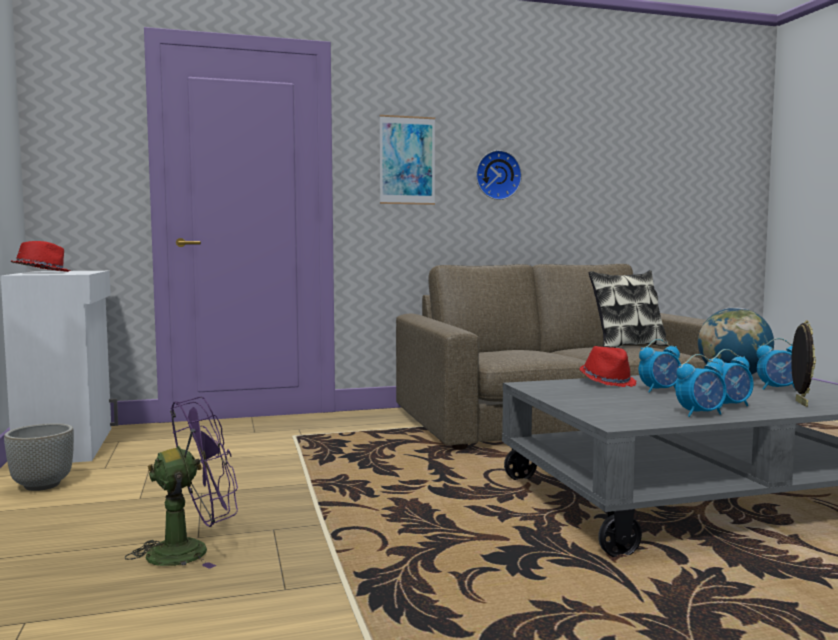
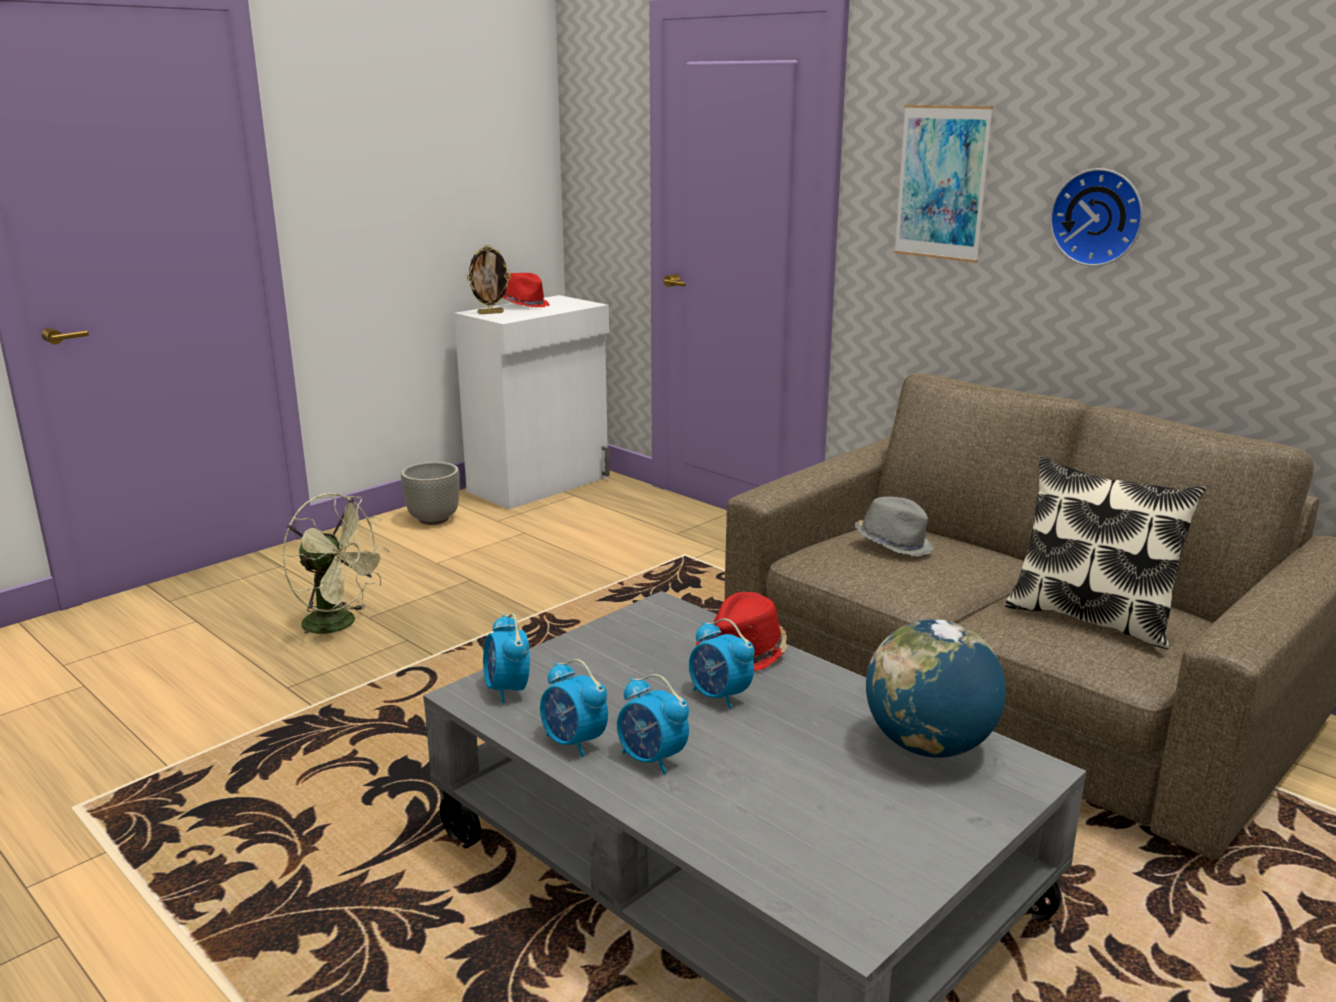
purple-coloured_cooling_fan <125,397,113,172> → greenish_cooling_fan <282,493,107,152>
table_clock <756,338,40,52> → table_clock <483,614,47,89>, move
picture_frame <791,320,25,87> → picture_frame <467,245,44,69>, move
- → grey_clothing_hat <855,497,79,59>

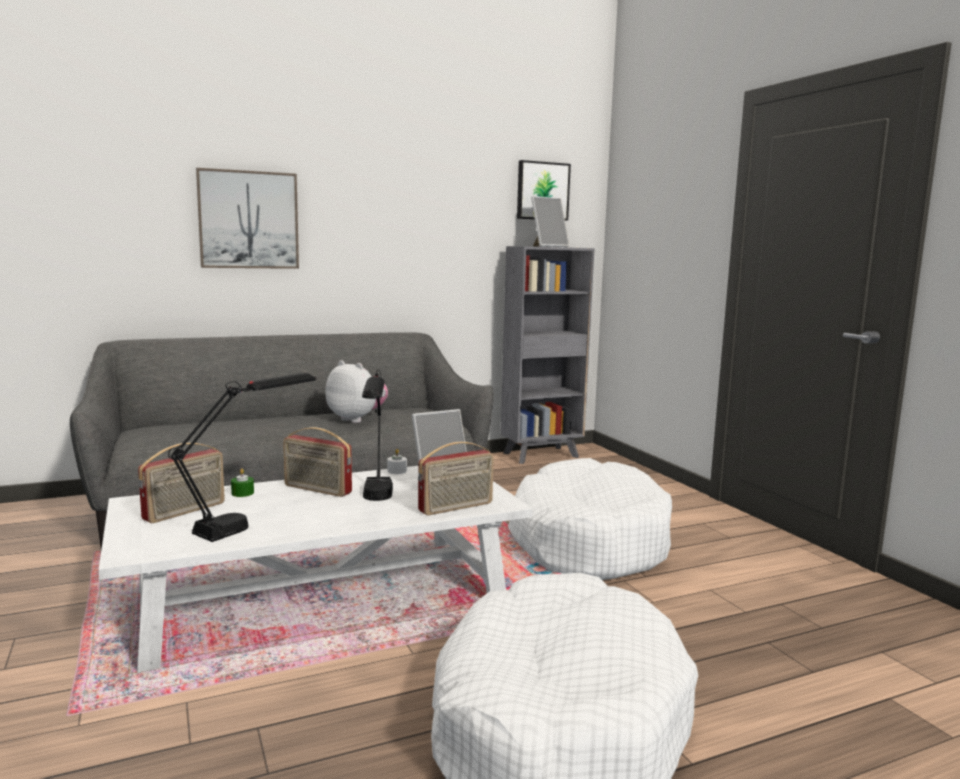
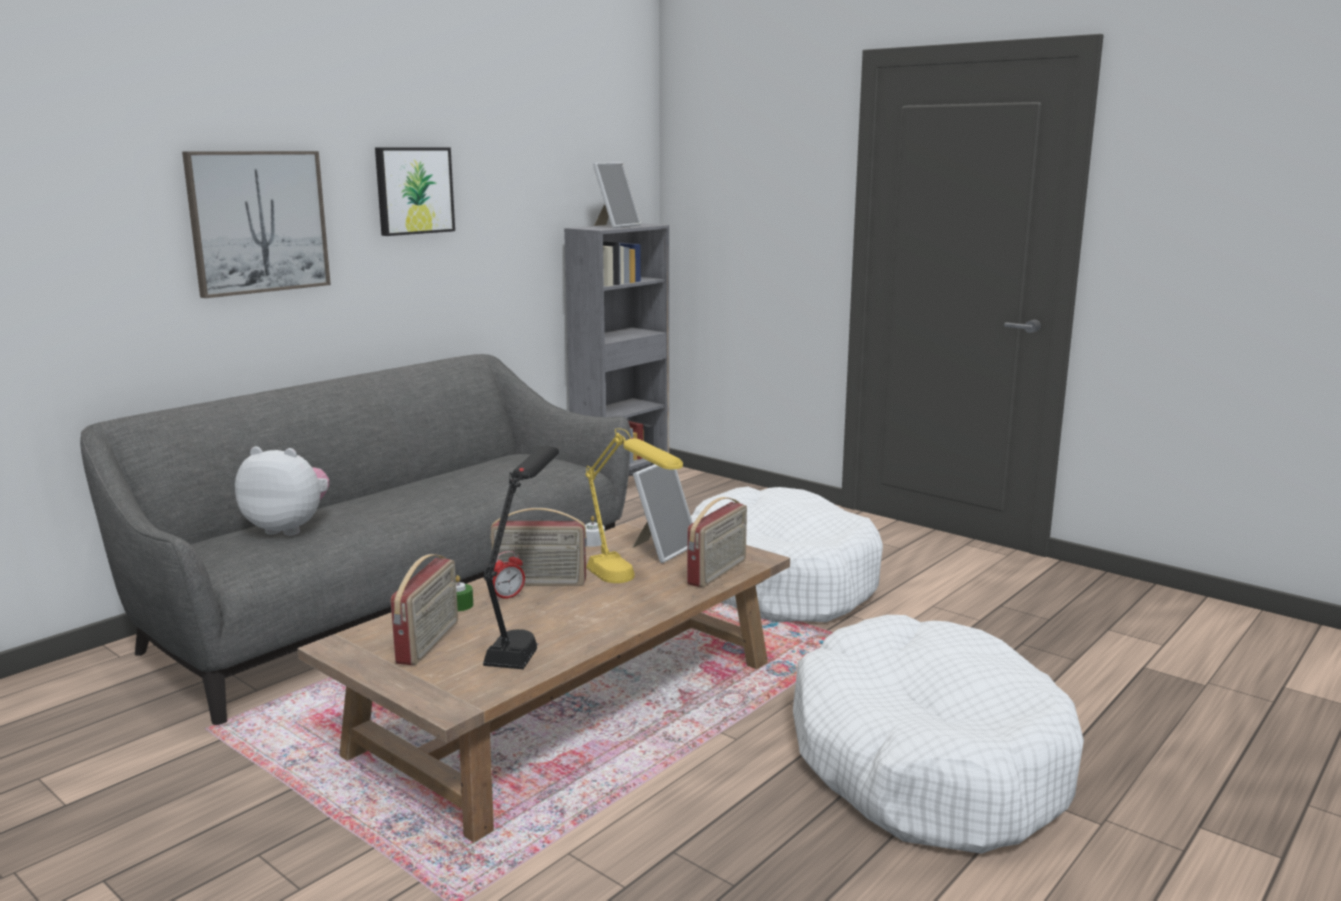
white-coloured_low_table <98,466,435,206> → brown_low_table <297,516,493,326>
plush_toy <325,360,63,63> → plush_toy <235,446,94,90>, move
black-coloured_table_lamp <362,370,31,131> → yellow-coloured_table_lamp <585,428,98,155>
picture <517,160,54,61> → picture <375,147,80,89>, move
- → table_clock <492,551,33,50>

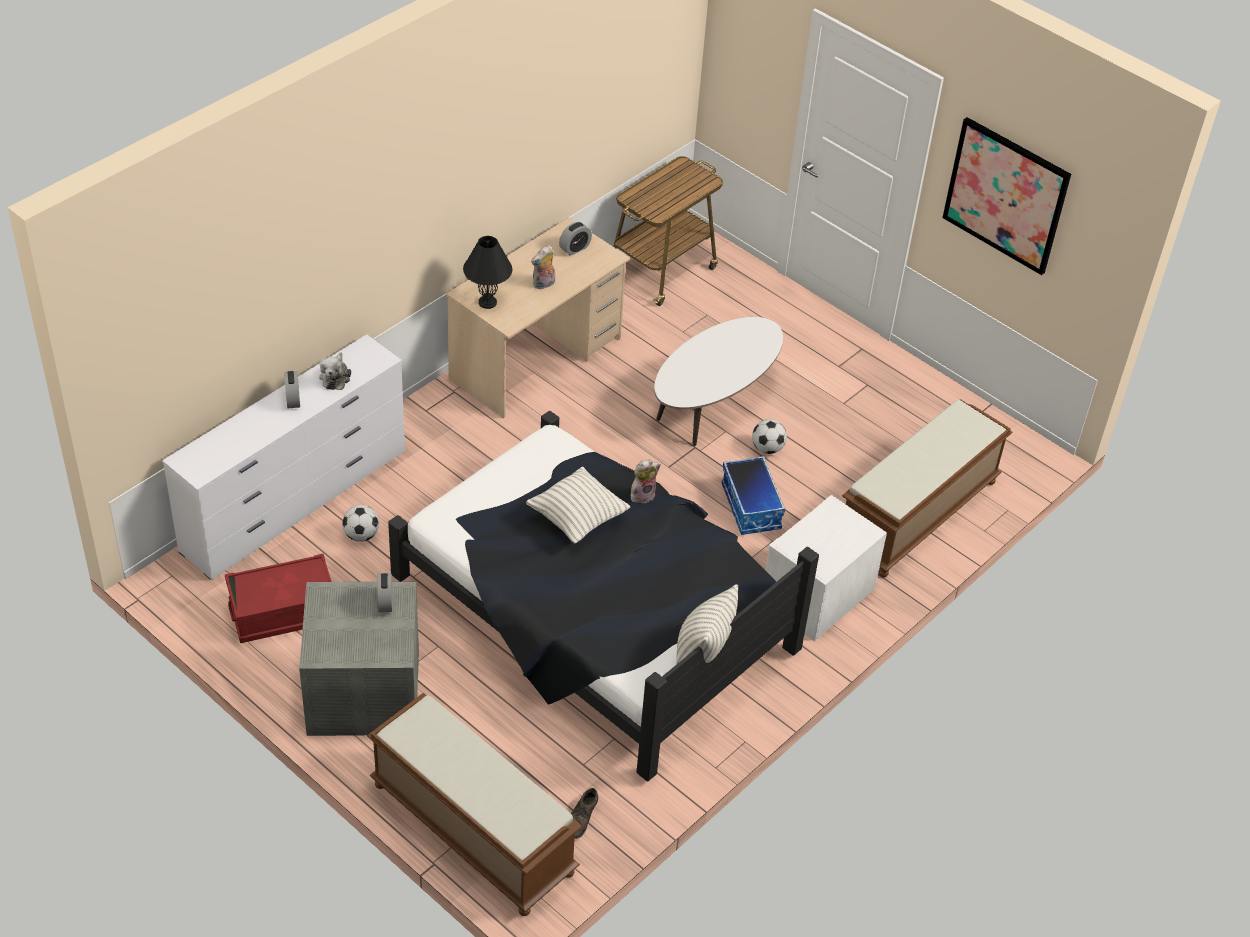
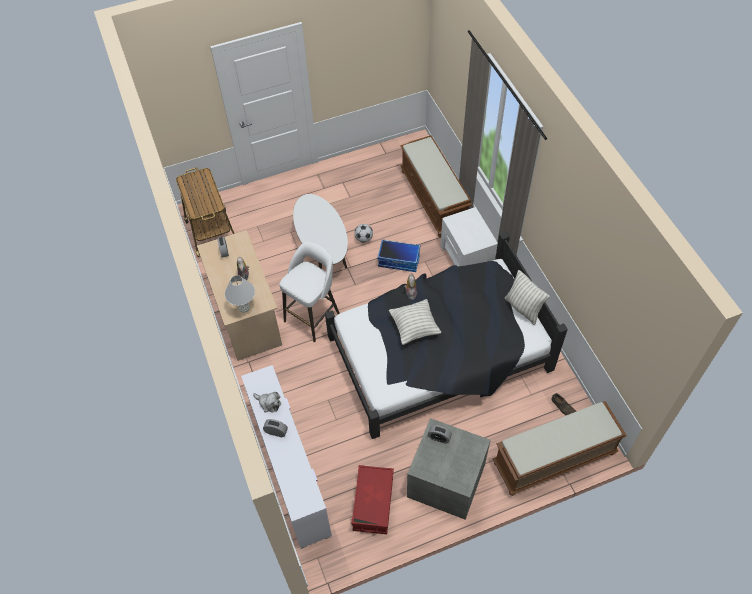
football <342,505,37,37> → -
black-coloured_table_lamp <463,236,49,73> → white-coloured_table_lamp <225,275,30,38>
picture <942,117,129,158> → -
- → white-coloured_stool_seat <279,242,61,100>

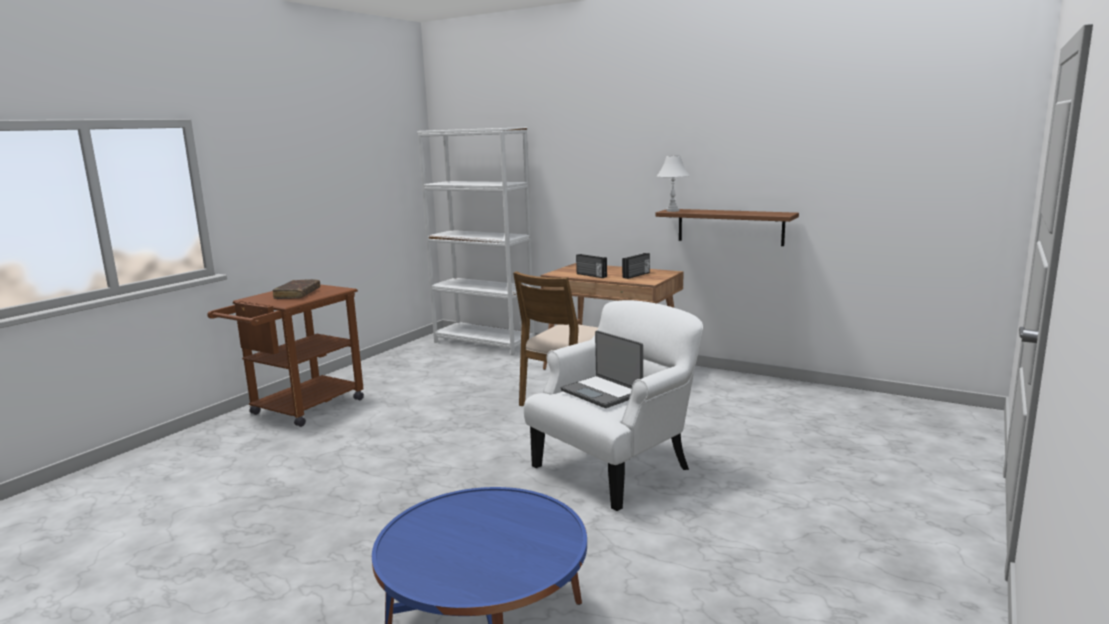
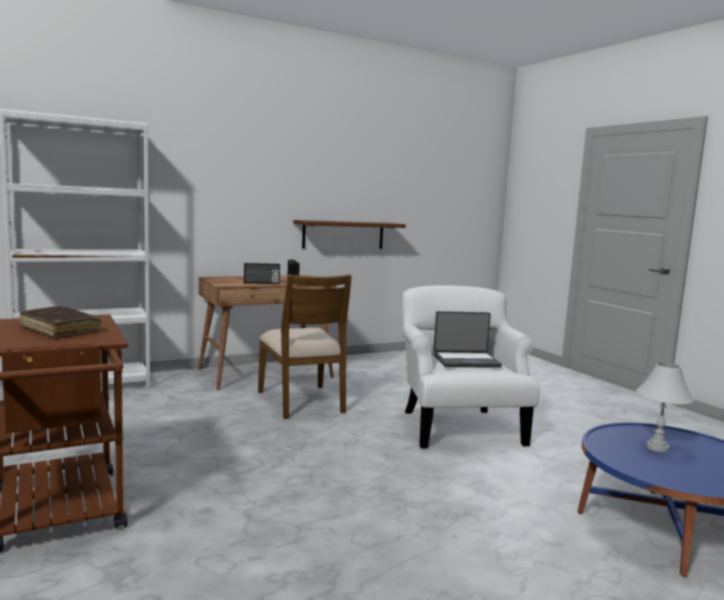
white-coloured_table_lamp <657,156,33,56> → white-coloured_table_lamp <636,363,58,89>, move

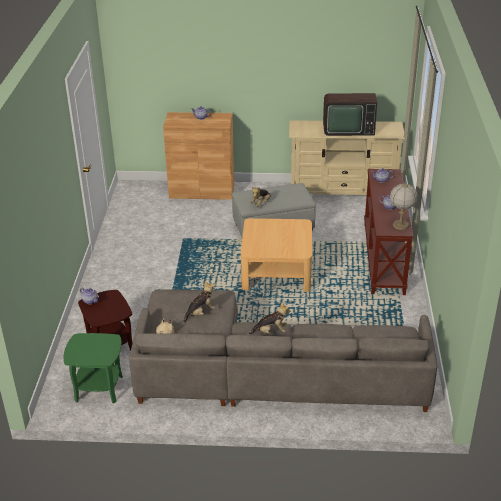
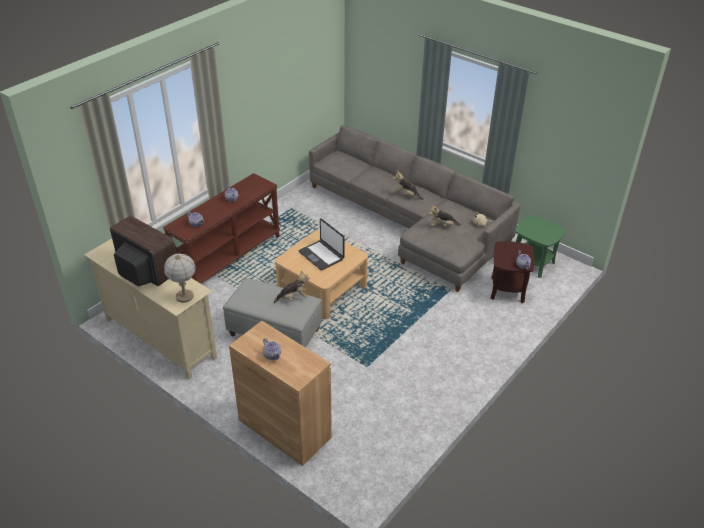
table_lamp <390,184,28,46> → table_lamp <164,253,32,50>, move
- → laptop <299,218,46,52>

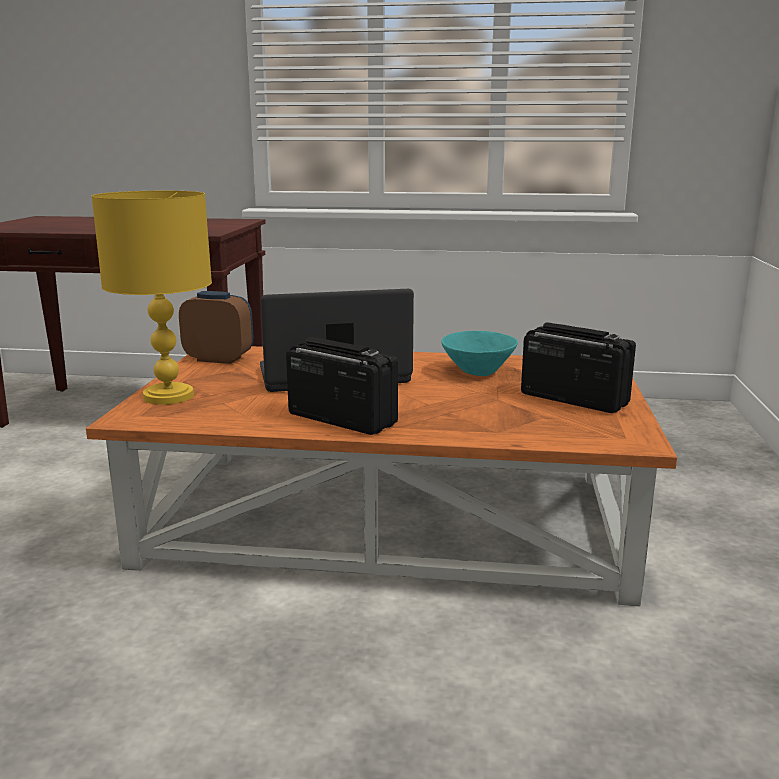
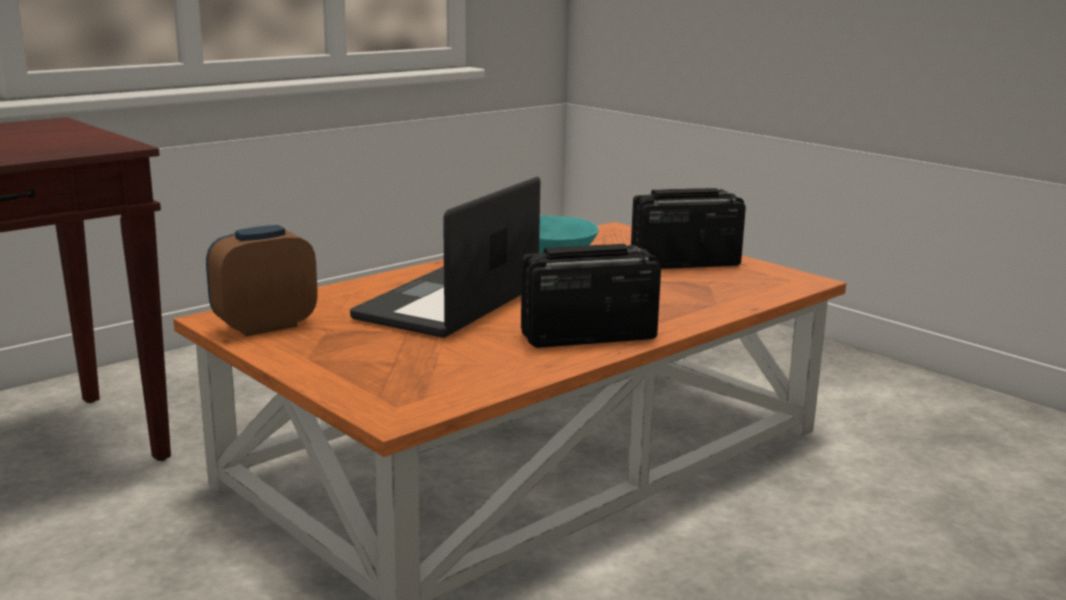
yellow-coloured_table_lamp <92,191,120,214> → -

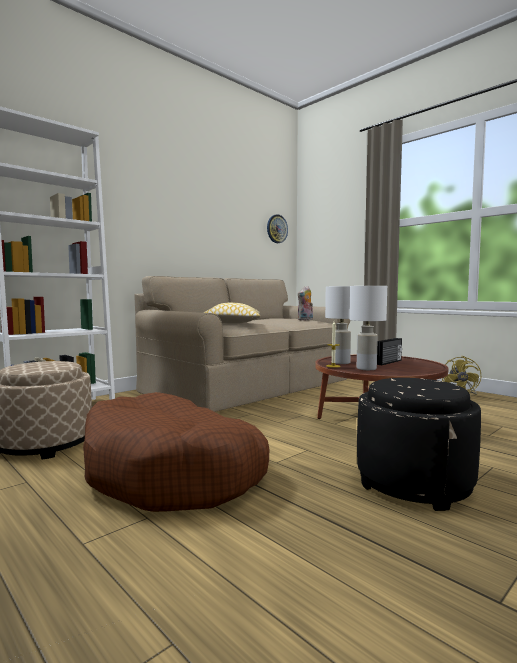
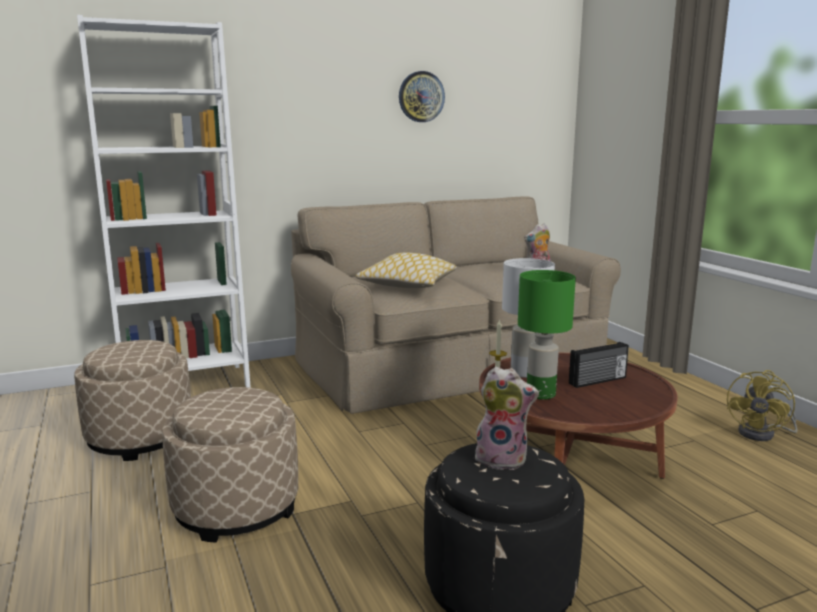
brown_dog_cushion <83,392,186,120> → sand-coloured_ottoman <162,387,136,156>
wall_clock <267,214,21,29> → wall_clock <399,71,46,51>, move
white-coloured_table_lamp <349,286,38,84> → greenish_table_lamp <518,270,58,130>
- → plush_toy <475,366,64,104>

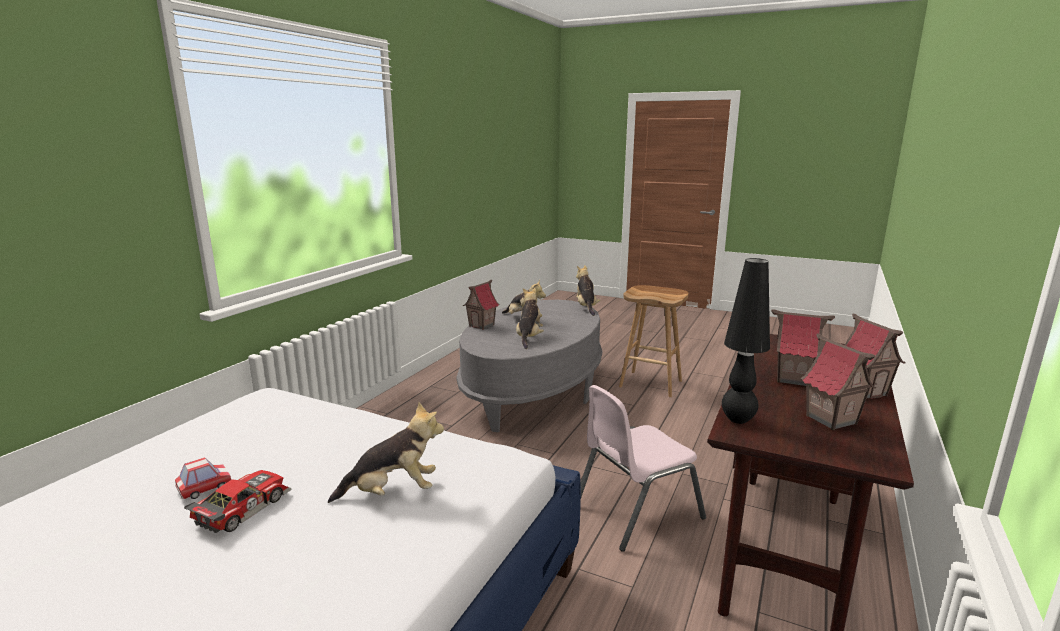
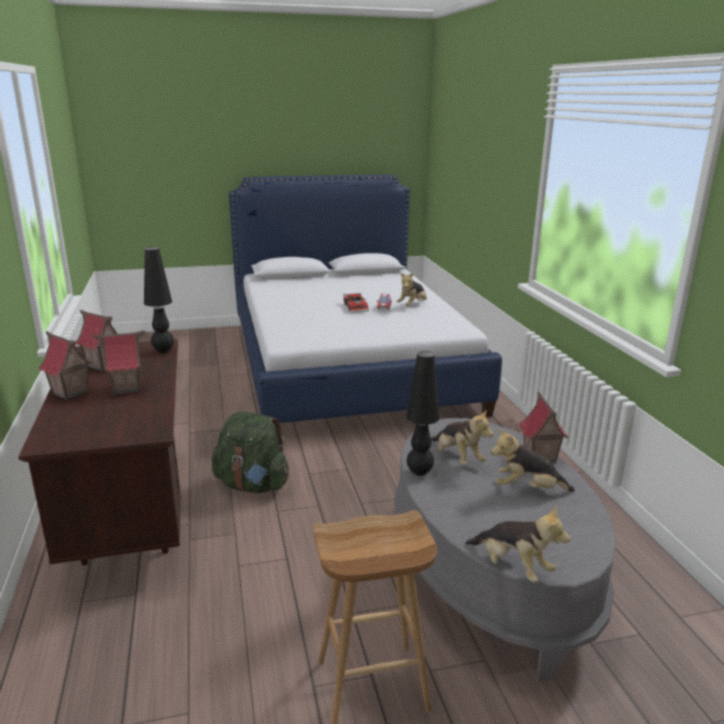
plush_toy <328,402,116,101> → plush_toy <396,273,31,33>, move
pinkish_upright_chair <581,385,125,167> → greenish_backpack <212,412,77,81>
- → black-coloured_table_lamp <406,351,34,125>

